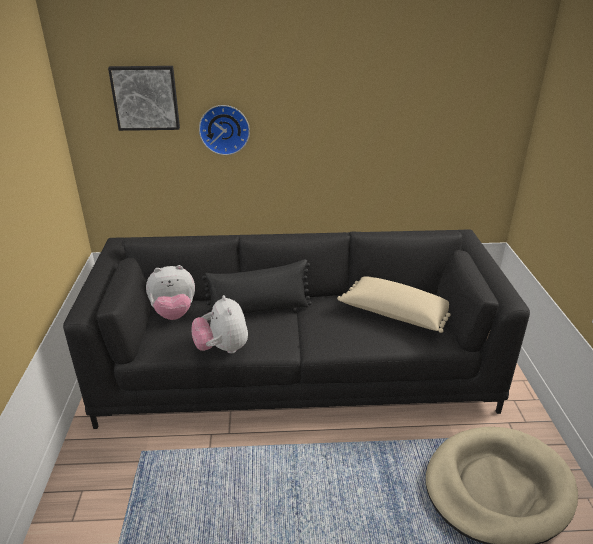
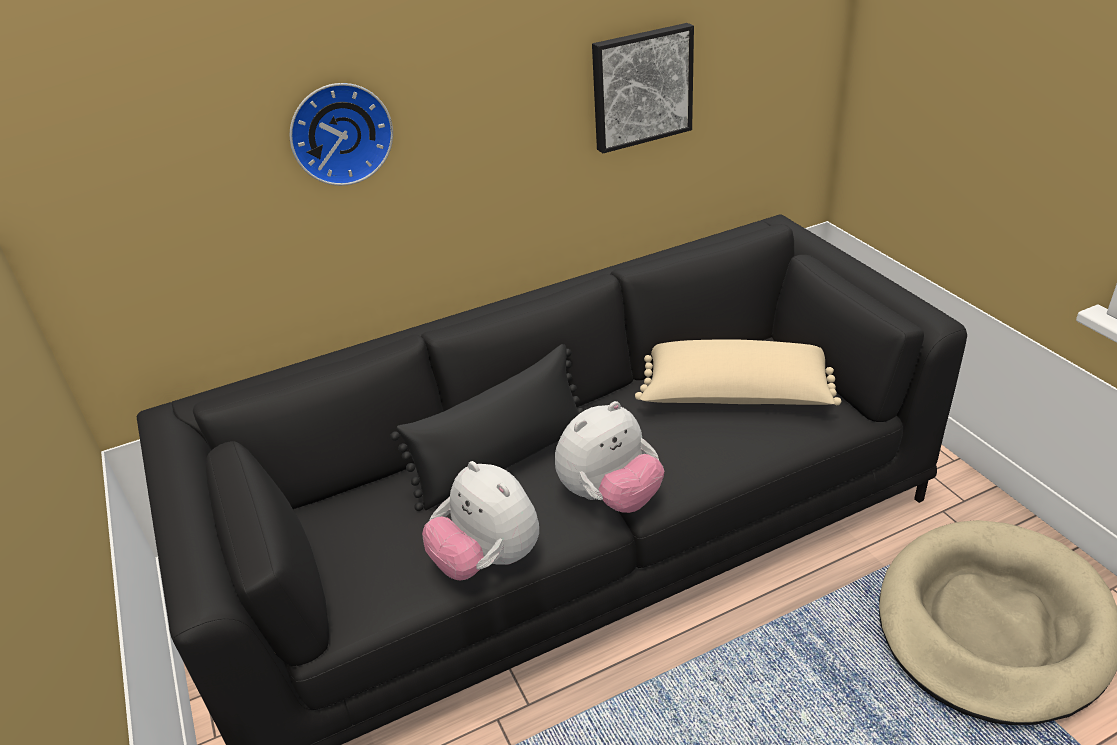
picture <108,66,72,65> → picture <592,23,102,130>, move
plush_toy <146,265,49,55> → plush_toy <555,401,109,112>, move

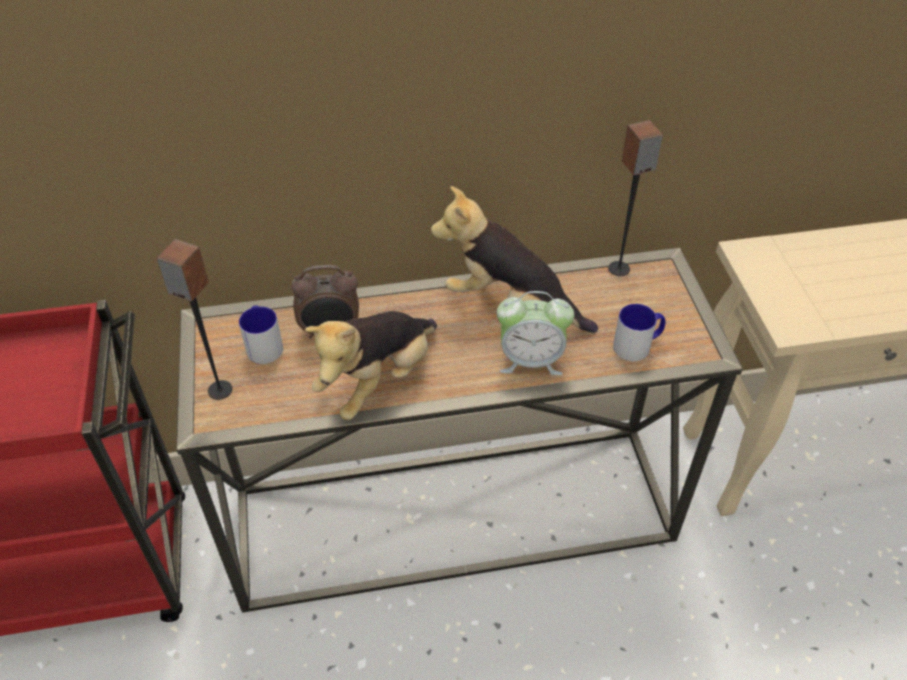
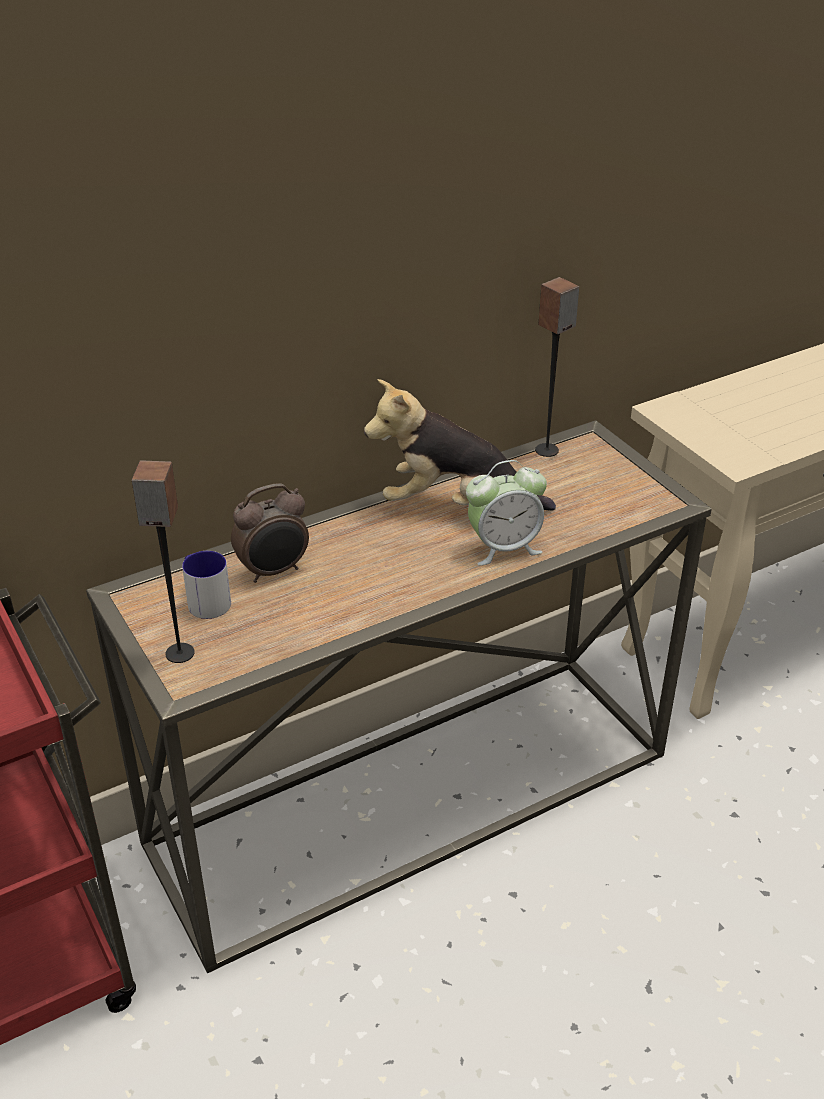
plush_toy <305,311,132,109> → -
coffee_mug <613,304,53,57> → -

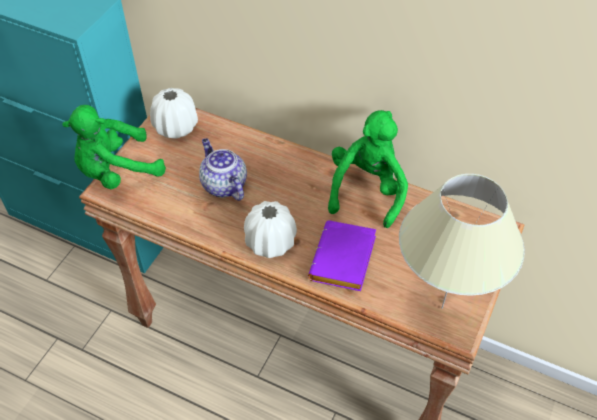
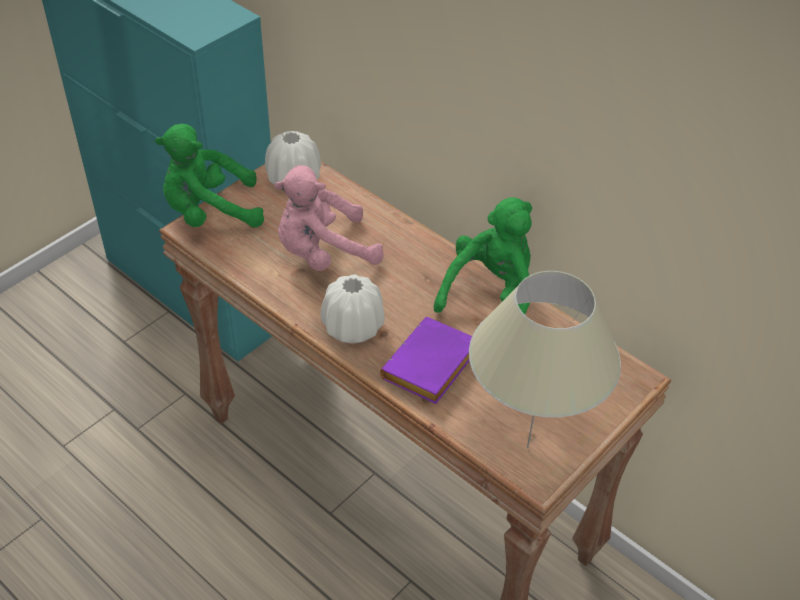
pot_for_tea <199,138,48,63> → pinkish_plush_toy <274,165,110,106>

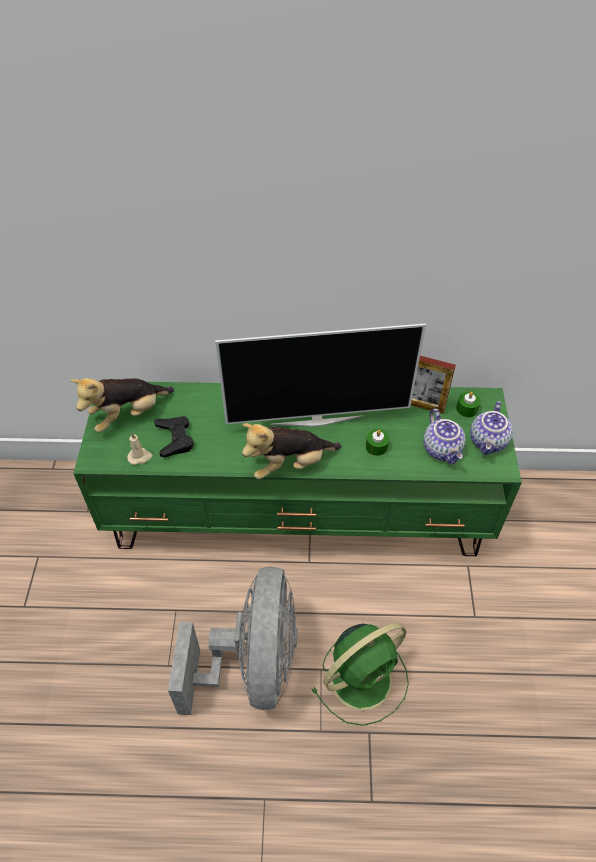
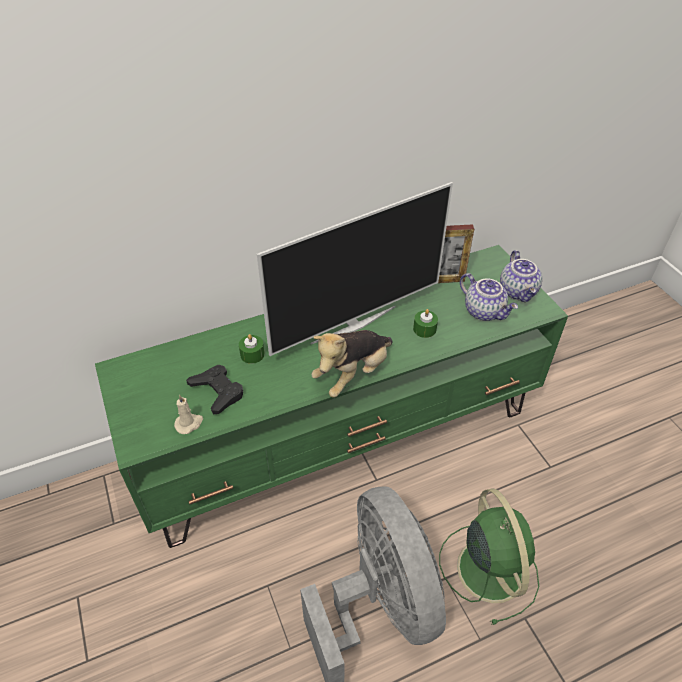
plush_toy <70,378,104,55> → -
greenish_cooling_fan <311,623,98,103> → greenish_cooling_fan <439,488,100,137>, 45 degrees counterclockwise
greenish_candle <456,392,24,25> → greenish_candle <239,334,26,30>, move

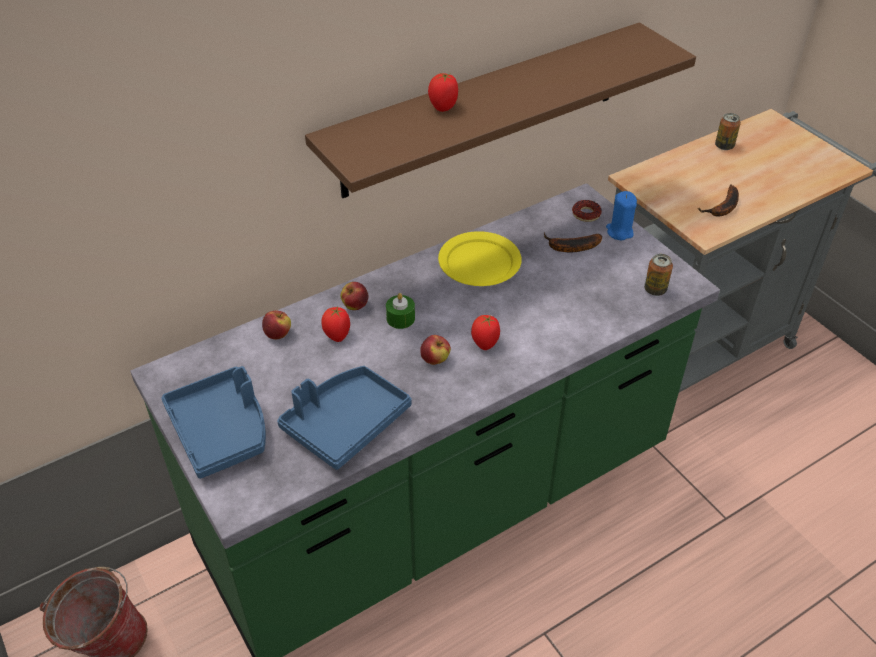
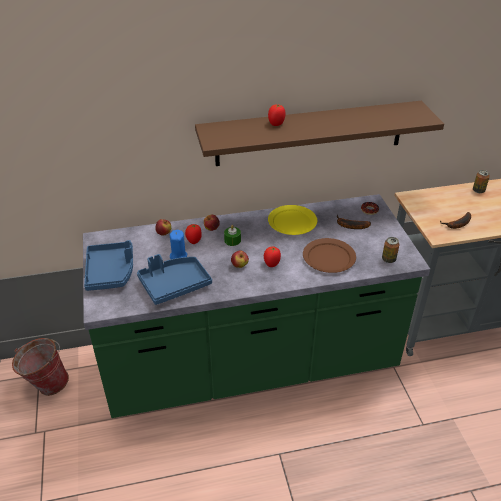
bluish_candle <606,191,31,49> → bluish_candle <170,230,17,29>, move
- → brown_dinner_plate <303,238,53,35>

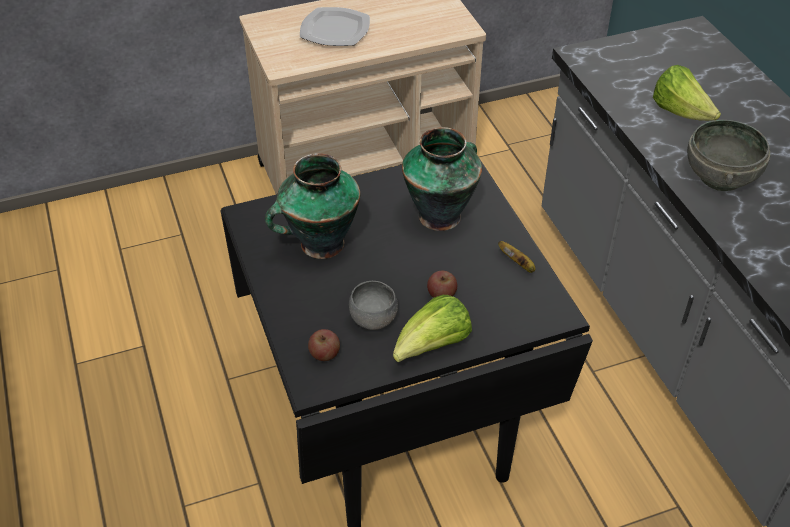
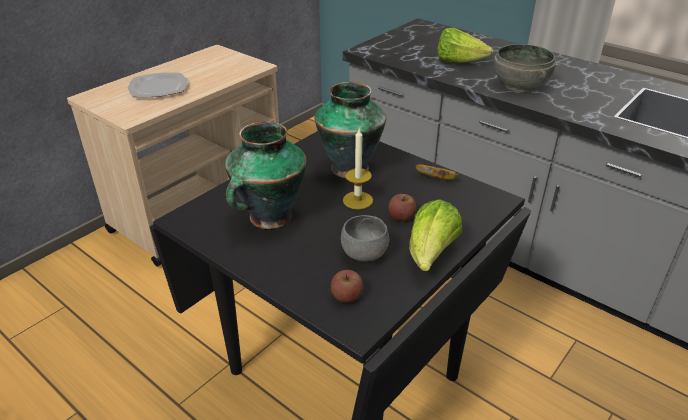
- → candle <343,129,30,80>

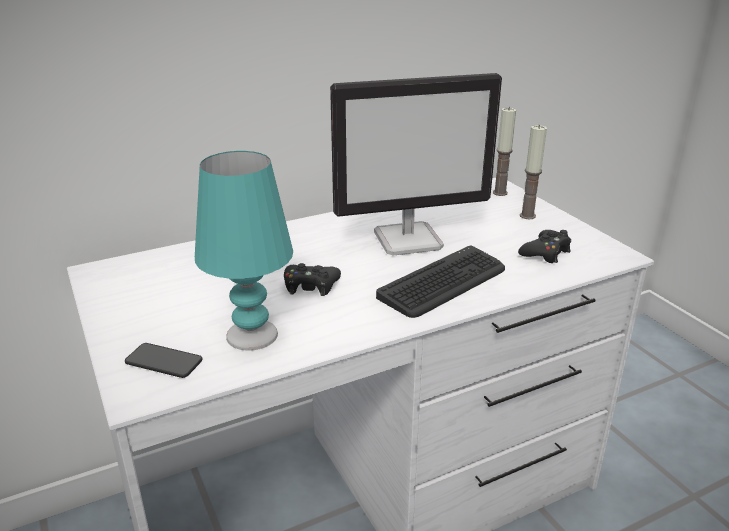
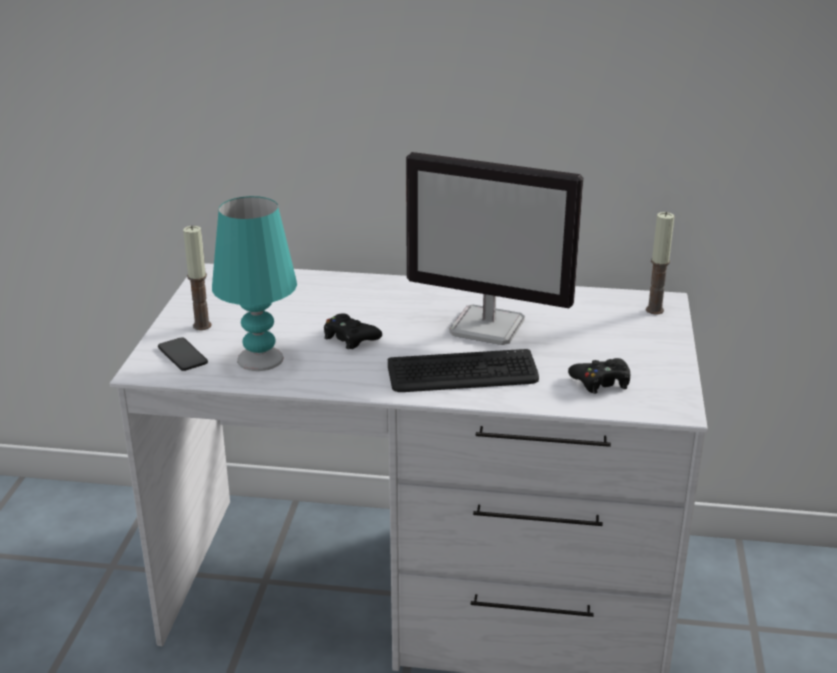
candle <520,124,27,95> → candle <183,226,29,104>, move

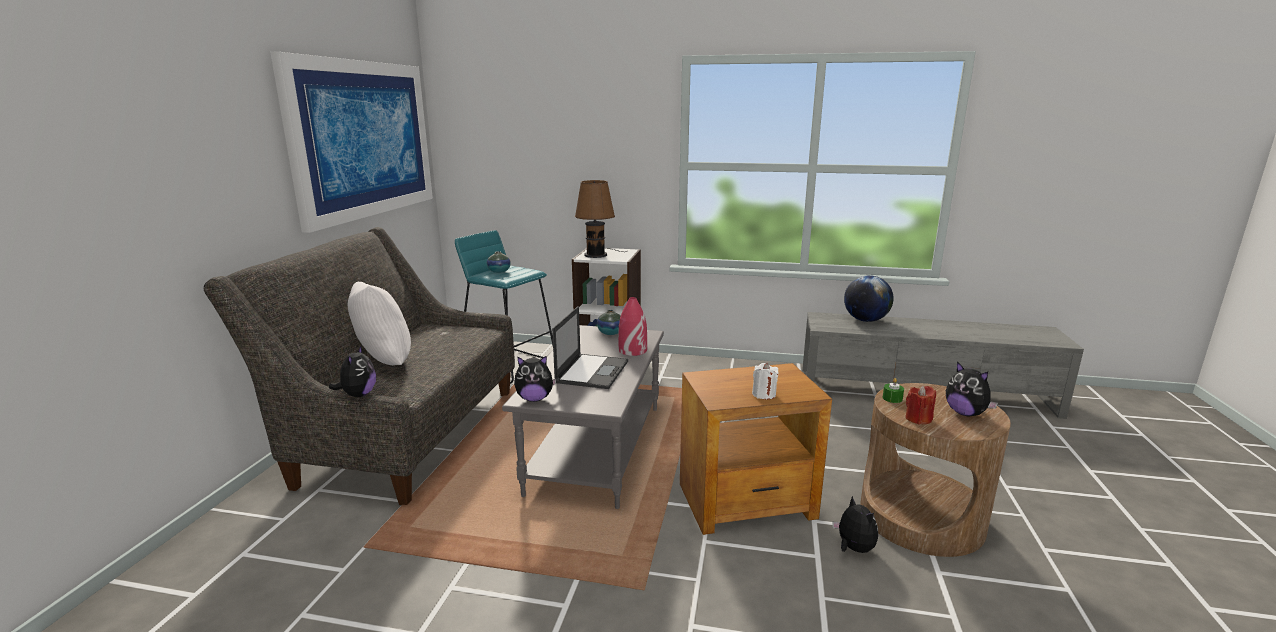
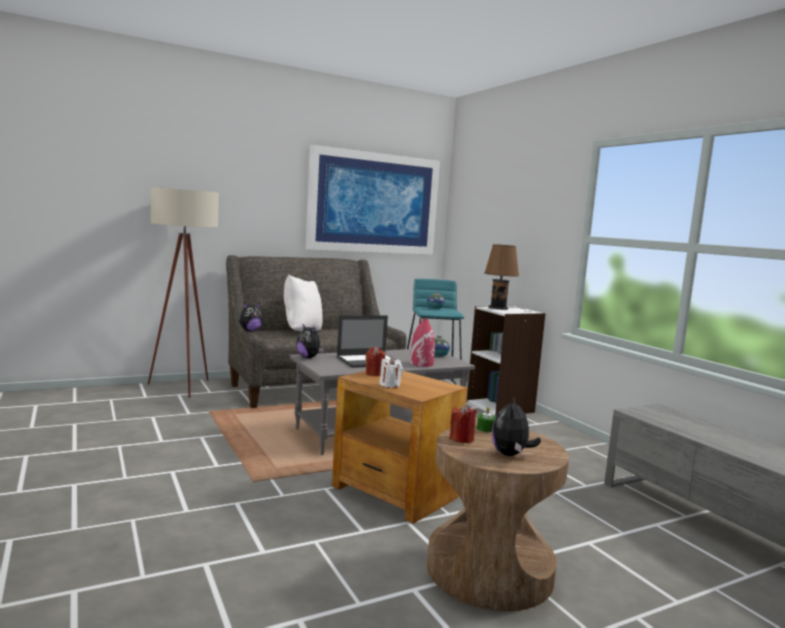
plush_toy <832,496,46,57> → -
globe <844,275,50,47> → -
- → sand-coloured_floor_lamp <148,187,71,211>
- → reddish_candle <366,347,19,29>

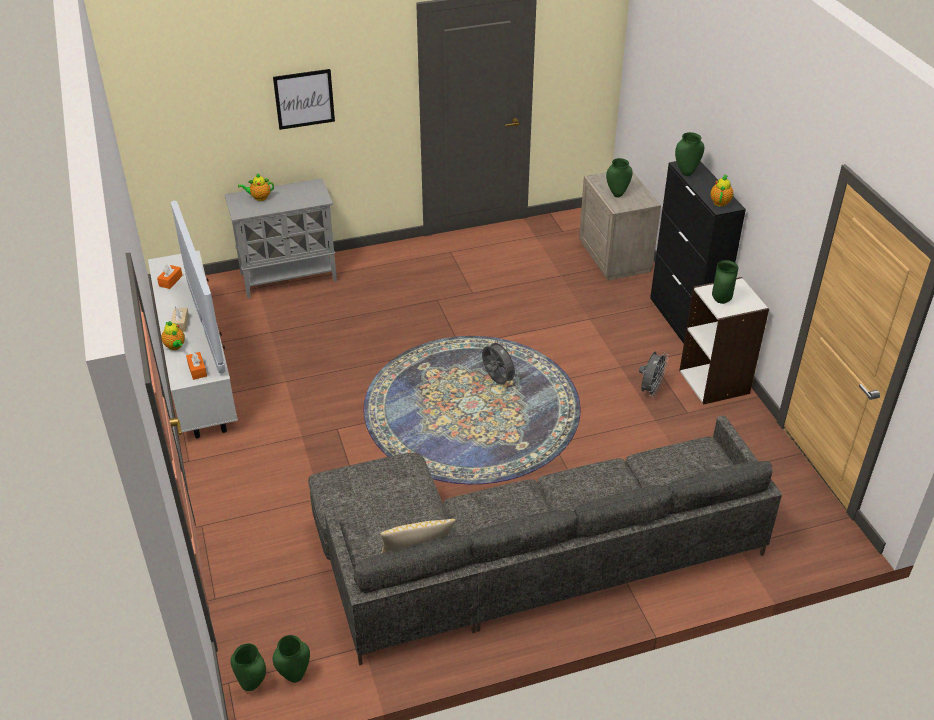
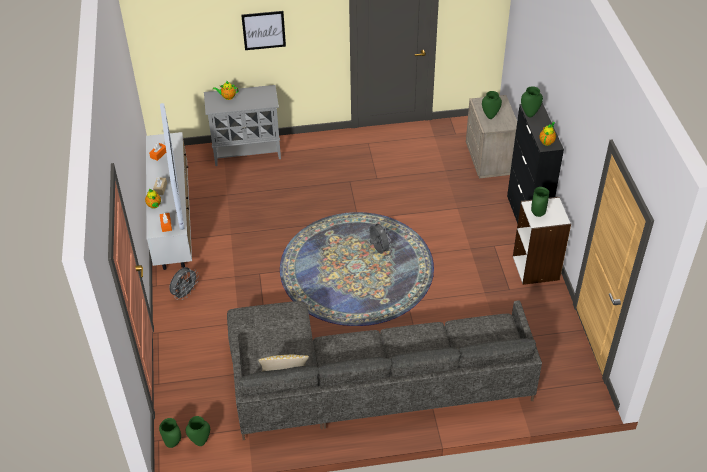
grey_cooling_fan <639,352,29,45> → grey_cooling_fan <169,267,30,33>, move

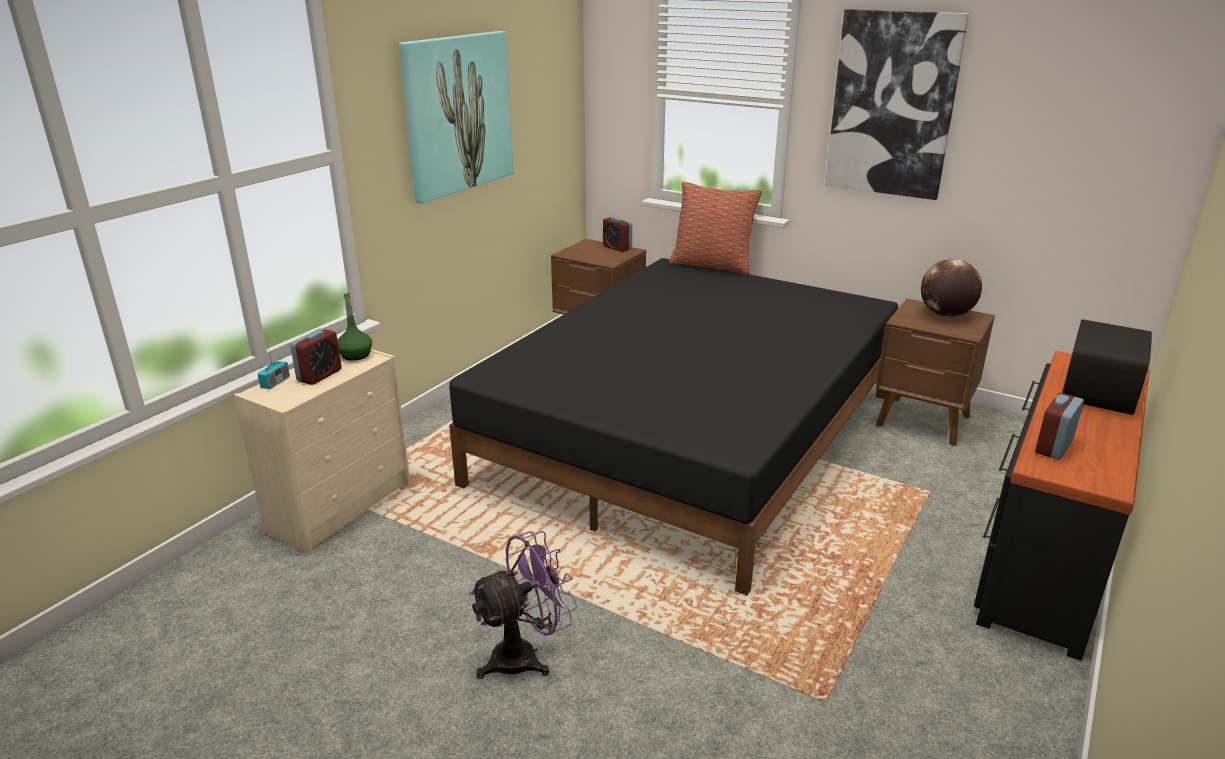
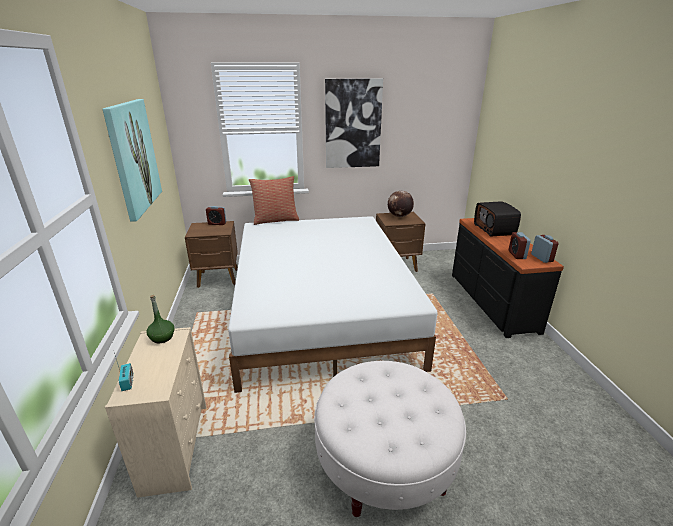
table_clock <290,328,52,57> → table_clock <531,235,27,28>, move
black-coloured_sleeping_bed <449,258,449,338> → white-coloured_sleeping_bed <228,216,210,177>
purple-coloured_cooling_fan <469,531,109,148> → white-coloured_ottoman <314,361,152,156>

